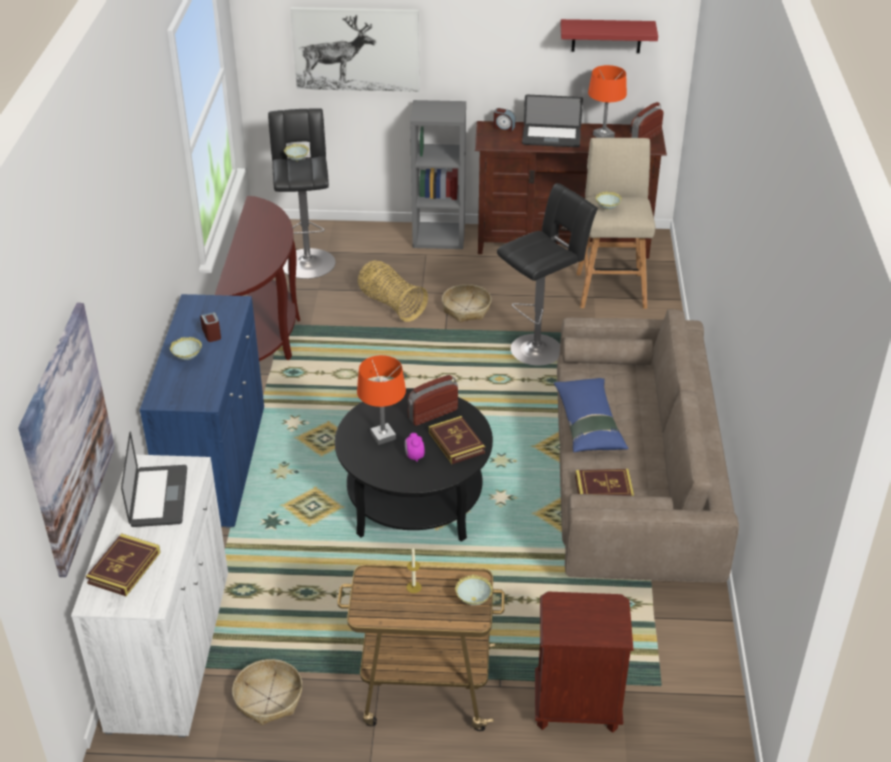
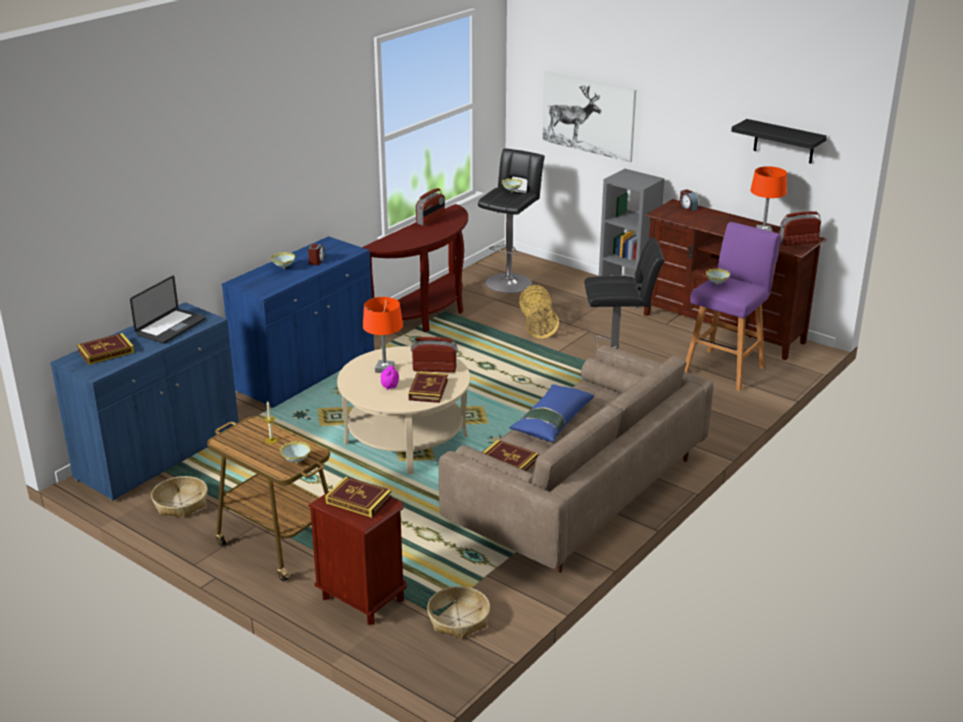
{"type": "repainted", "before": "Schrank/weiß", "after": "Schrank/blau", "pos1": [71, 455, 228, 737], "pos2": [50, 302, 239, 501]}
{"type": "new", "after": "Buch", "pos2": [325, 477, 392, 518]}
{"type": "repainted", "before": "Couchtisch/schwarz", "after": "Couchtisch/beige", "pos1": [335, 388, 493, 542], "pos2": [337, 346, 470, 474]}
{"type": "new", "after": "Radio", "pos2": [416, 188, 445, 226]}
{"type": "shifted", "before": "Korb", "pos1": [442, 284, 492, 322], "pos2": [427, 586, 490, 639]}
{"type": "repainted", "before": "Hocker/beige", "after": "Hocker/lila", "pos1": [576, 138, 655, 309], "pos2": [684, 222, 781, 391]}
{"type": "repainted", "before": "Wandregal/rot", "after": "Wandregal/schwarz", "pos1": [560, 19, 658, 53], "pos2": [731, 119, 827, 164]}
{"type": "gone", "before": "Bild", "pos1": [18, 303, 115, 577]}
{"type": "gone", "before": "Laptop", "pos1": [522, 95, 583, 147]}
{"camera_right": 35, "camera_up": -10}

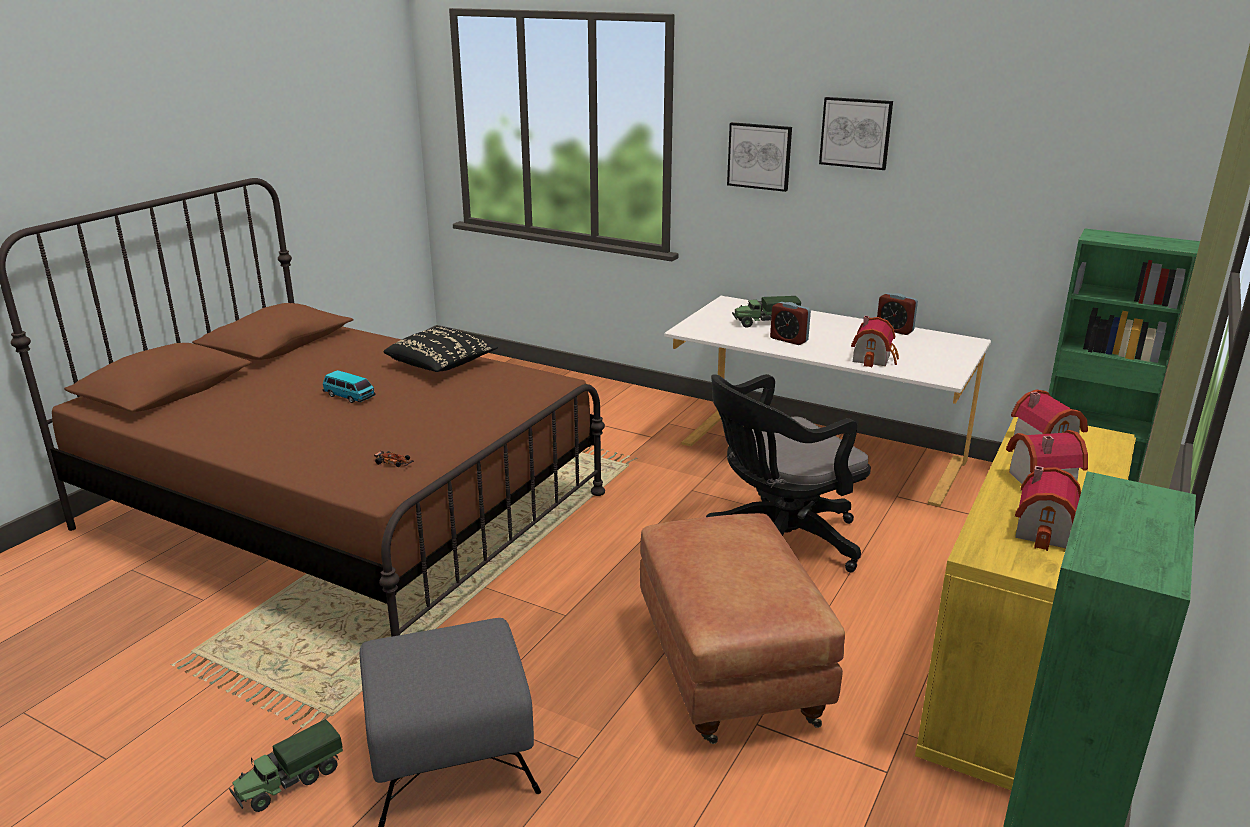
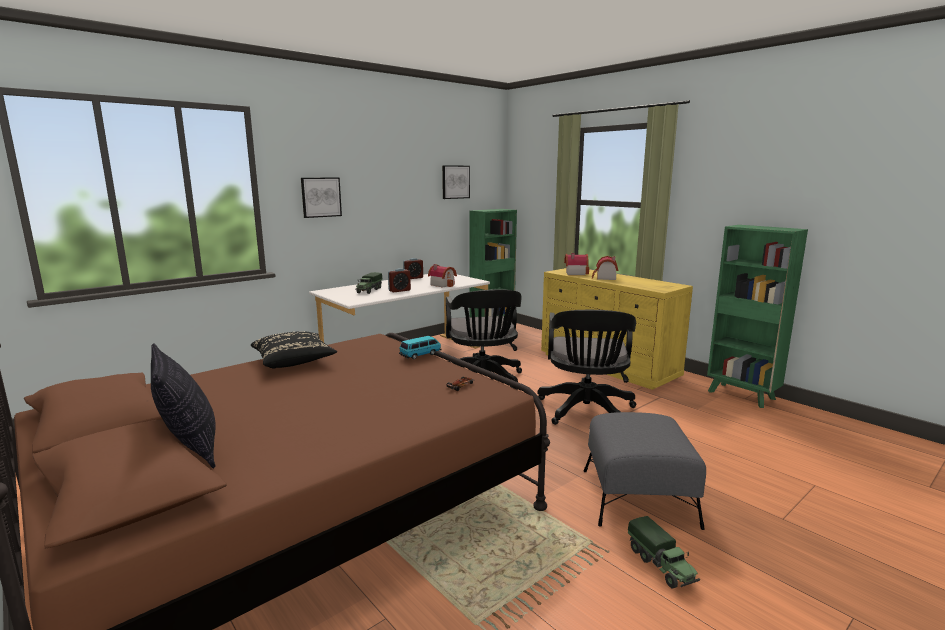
{"type": "new", "after": "Kissen", "pos2": [151, 343, 216, 468]}
{"type": "shifted", "before": "Spielzeugauto", "pos1": [323, 370, 376, 403], "pos2": [399, 336, 442, 359]}
{"type": "shifted", "before": "Bild", "pos1": [819, 97, 893, 170], "pos2": [442, 165, 470, 199]}
{"type": "swapped", "before": "Polsterhocker/braun", "after": "Bürostuhl/schwarz", "pos1": [640, 513, 845, 744], "pos2": [538, 310, 636, 425]}
{"type": "gone", "before": "Spielzeughaus", "pos1": [1015, 466, 1081, 551]}
{"camera_right": -70, "camera_up": -10}

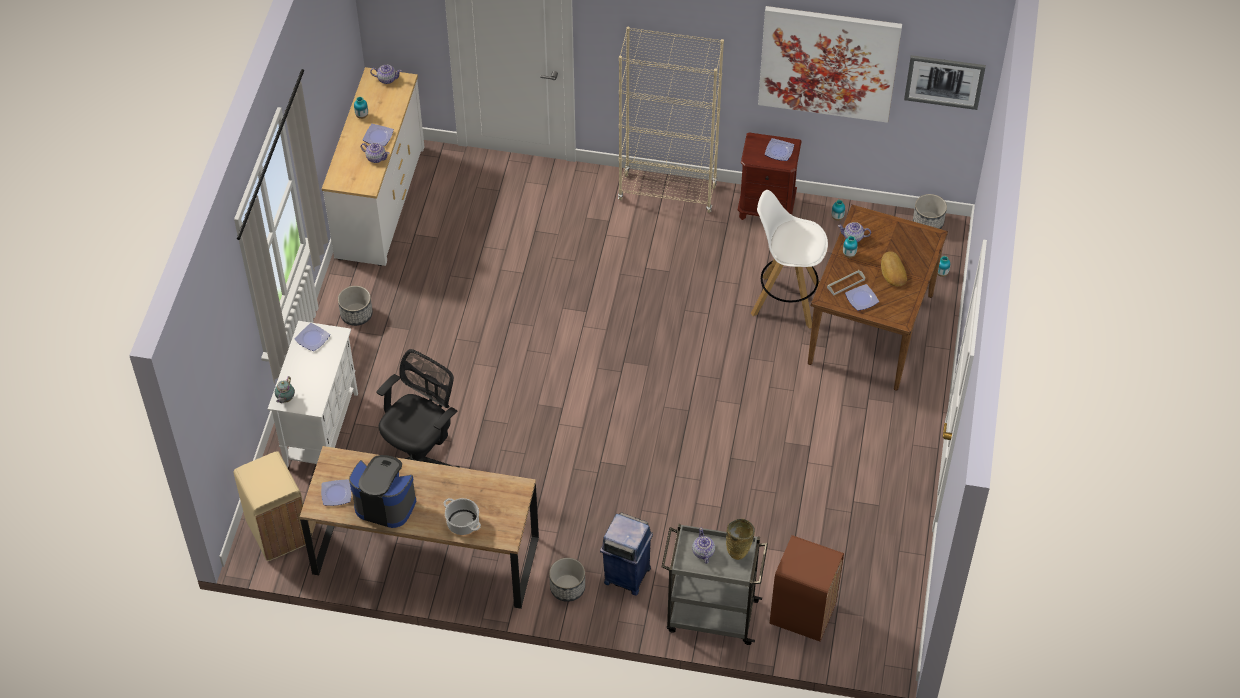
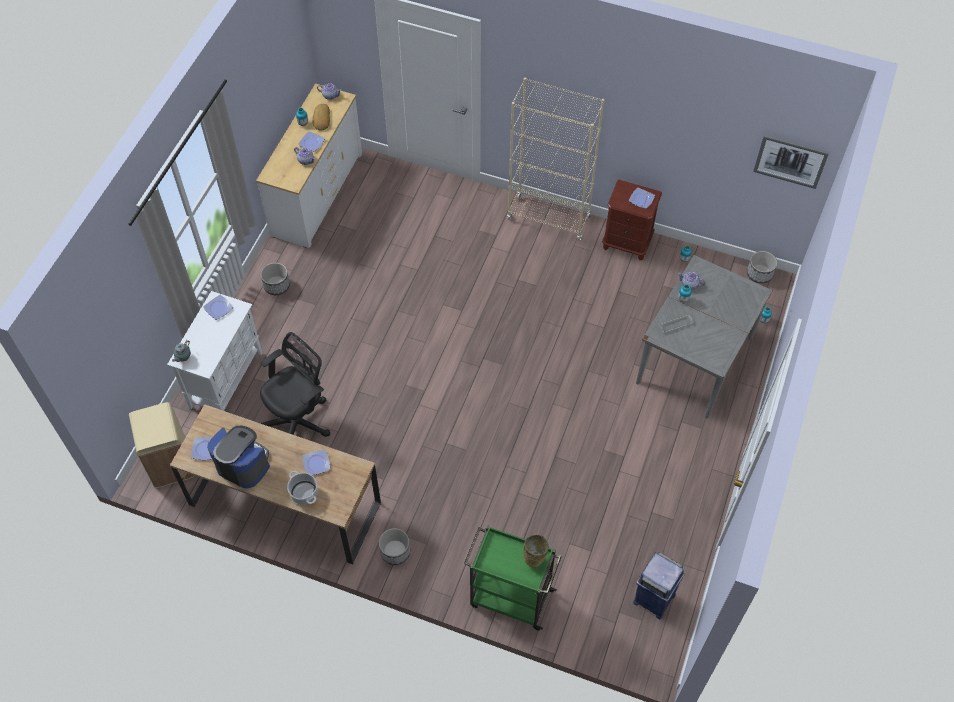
{"type": "shifted", "before": "Teller", "pos1": [845, 284, 879, 311], "pos2": [303, 450, 330, 475]}
{"type": "shifted", "before": "Brot", "pos1": [881, 252, 907, 286], "pos2": [312, 104, 330, 130]}
{"type": "repainted", "before": "Rollwagen/grau", "after": "Rollwagen/grün", "pos1": [661, 524, 768, 645], "pos2": [464, 525, 562, 631]}
{"type": "shifted", "before": "Mülleimer/blau", "pos1": [600, 513, 653, 596], "pos2": [633, 552, 685, 620]}
{"type": "repainted", "before": "Esstisch/braun", "after": "Esstisch/grau", "pos1": [808, 205, 948, 391], "pos2": [636, 255, 773, 418]}
{"type": "gone", "before": "Teekanne", "pos1": [692, 528, 715, 564]}
{"type": "gone", "before": "Hocker/weiß", "pos1": [751, 190, 828, 329]}
{"type": "gone", "before": "Bild", "pos1": [758, 6, 902, 123]}
{"type": "gone", "before": "Mülleimer/braun", "pos1": [770, 535, 844, 641]}
{"camera_right": 10, "camera_up": 5}

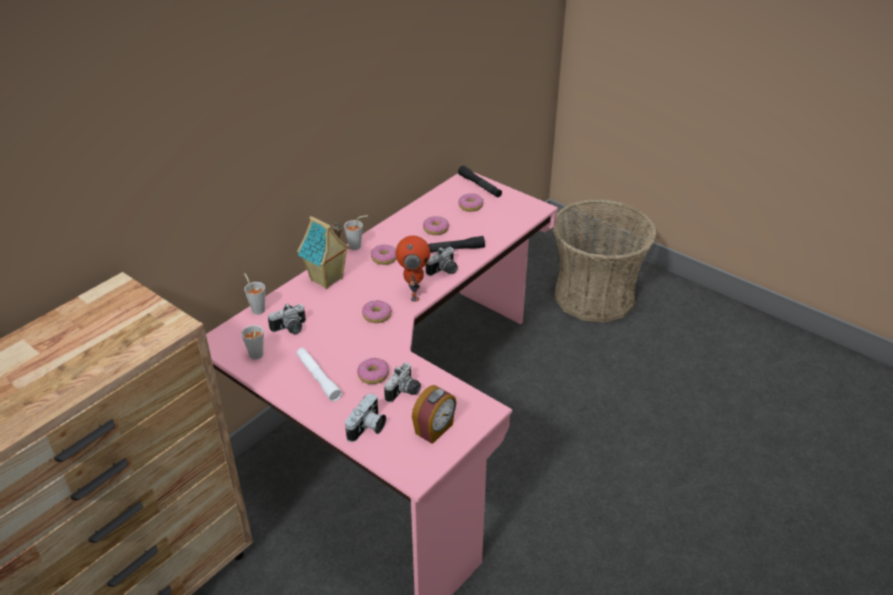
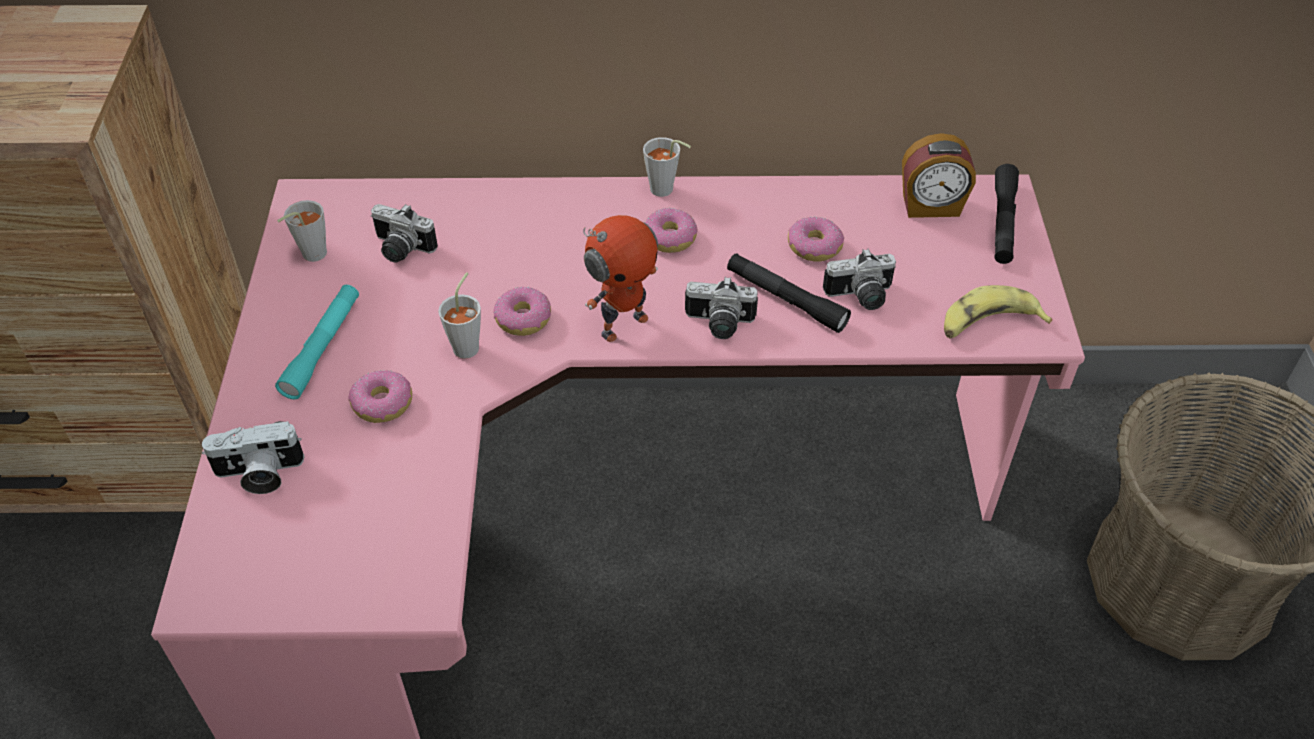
{"type": "repainted", "before": "Taschenlampe/weiß", "after": "Taschenlampe/türkis", "pos1": [296, 348, 342, 402], "pos2": [275, 285, 359, 400]}
{"type": "shifted", "before": "Tasse/grau", "pos1": [244, 273, 265, 315], "pos2": [438, 273, 481, 359]}
{"type": "shifted", "before": "Kamera", "pos1": [384, 363, 421, 402], "pos2": [823, 249, 896, 310]}
{"type": "shifted", "before": "Wecker", "pos1": [412, 385, 457, 444], "pos2": [902, 133, 976, 218]}
{"type": "new", "after": "Banane", "pos2": [944, 285, 1052, 339]}
{"type": "gone", "before": "Spielzeughaus", "pos1": [297, 216, 350, 289]}
{"type": "gone", "before": "Donut", "pos1": [458, 193, 483, 212]}
{"camera_right": 50, "camera_up": 10}

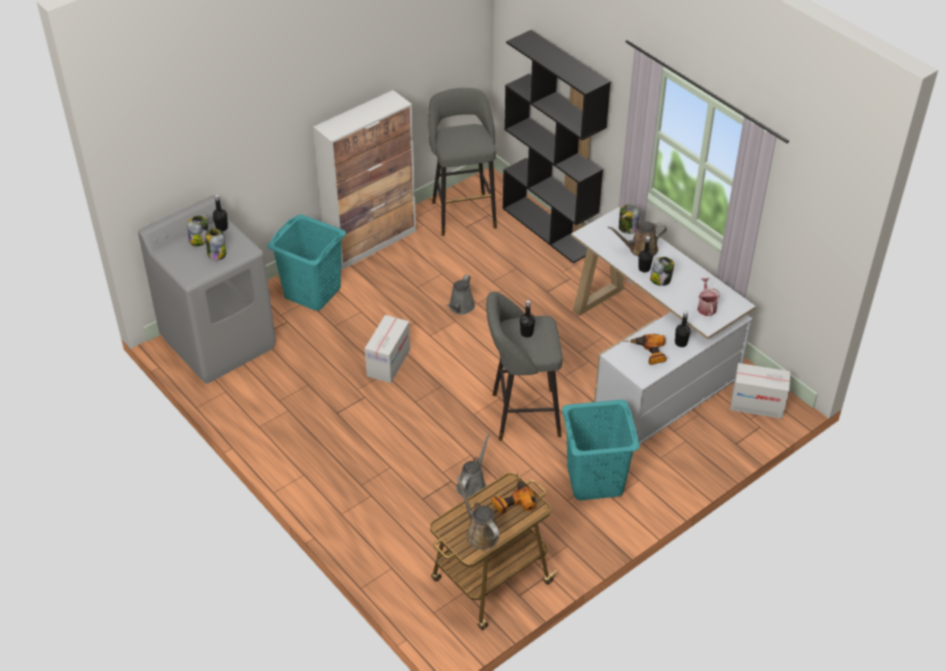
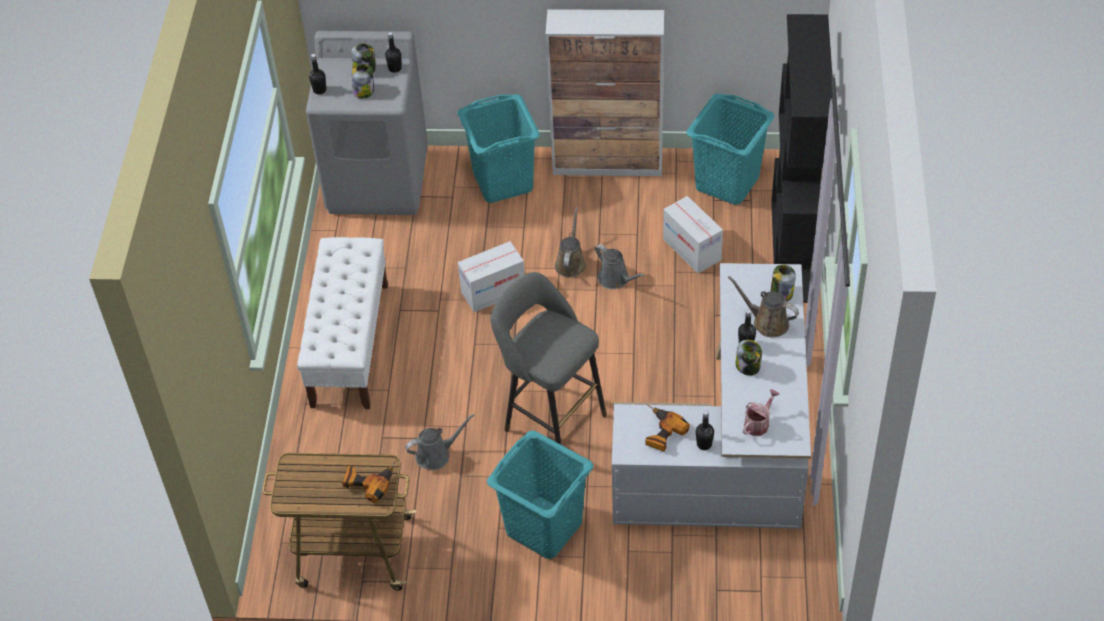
{"type": "new", "after": "Bank/weiß", "pos2": [297, 237, 388, 409]}
{"type": "shifted", "before": "Flasche/schwarz", "pos1": [520, 300, 535, 337], "pos2": [309, 54, 327, 95]}
{"type": "shifted", "before": "Gießkanne/braun", "pos1": [456, 477, 499, 550], "pos2": [555, 207, 586, 278]}
{"type": "rotated", "before": "Gießkanne/grau", "pos1": [447, 275, 475, 315], "pos2": [595, 244, 645, 289], "turn": -105}
{"type": "shifted", "before": "Karton", "pos1": [730, 363, 791, 419], "pos2": [663, 196, 723, 273]}
{"type": "swapped", "before": "Hocker/grau", "after": "Wäschekorb/türkis", "pos1": [428, 88, 497, 236], "pos2": [686, 94, 774, 205]}
{"camera_right": 45, "camera_up": 5}

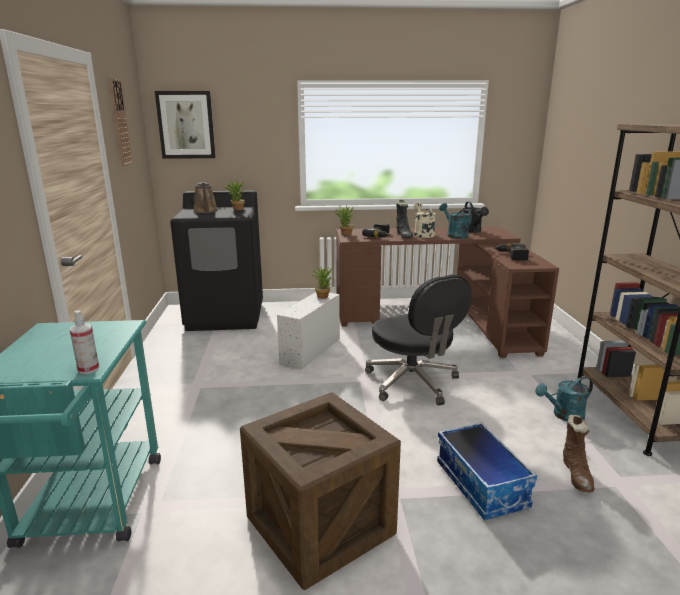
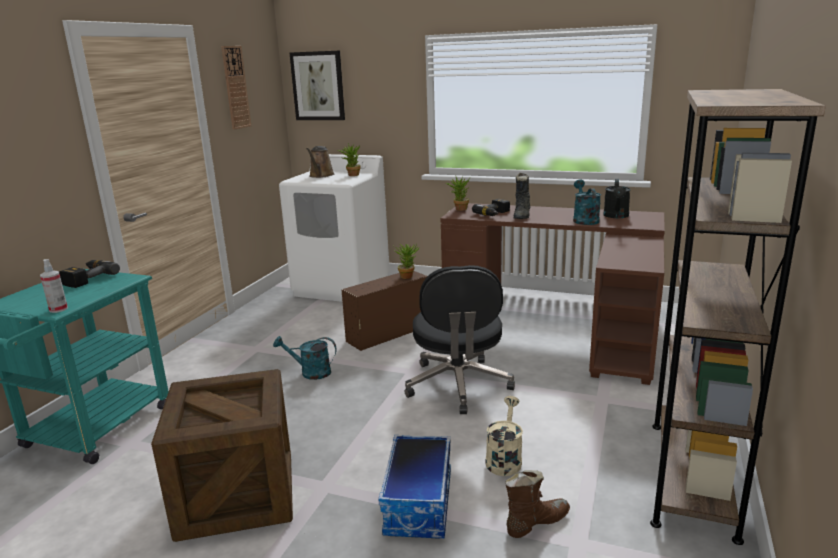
{"type": "shifted", "before": "Bohrmaschine", "pos1": [493, 244, 529, 261], "pos2": [59, 260, 120, 288]}
{"type": "shifted", "before": "Gießkanne/türkis", "pos1": [535, 376, 593, 422], "pos2": [273, 336, 336, 380]}
{"type": "repainted", "before": "Waschmaschine/schwarz", "after": "Waschmaschine/weiß", "pos1": [170, 190, 263, 331], "pos2": [279, 154, 390, 302]}
{"type": "repainted", "before": "Aufbewahrungsbox/weiß", "after": "Aufbewahrungsbox/braun", "pos1": [277, 292, 340, 369], "pos2": [342, 271, 428, 351]}
{"type": "shifted", "before": "Gießkanne/beige", "pos1": [414, 202, 436, 238], "pos2": [485, 396, 523, 476]}
{"type": "rotated", "before": "Stiefel/braun", "pos1": [563, 415, 595, 492], "pos2": [505, 470, 570, 538], "turn": -150}
{"camera_right": 25, "camera_up": 0}

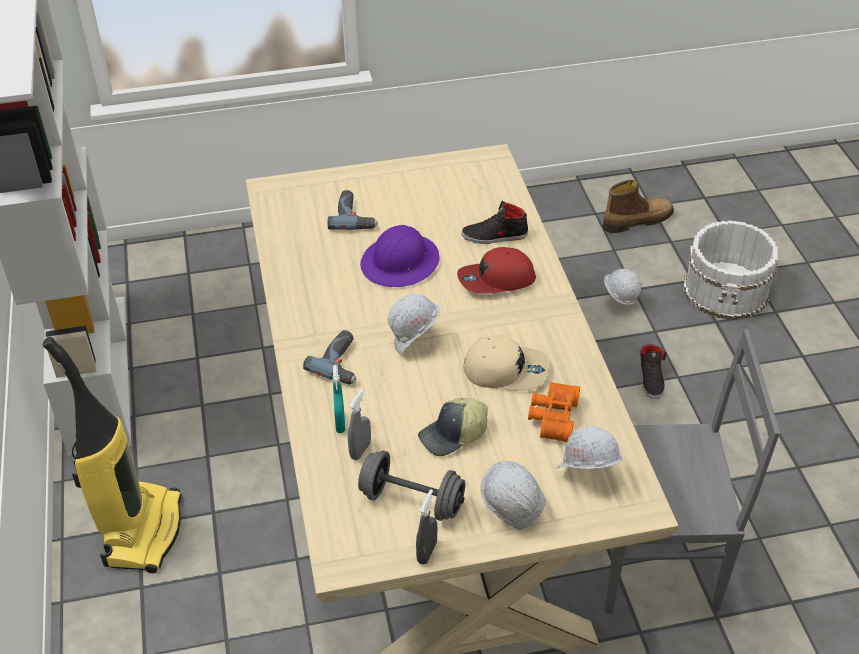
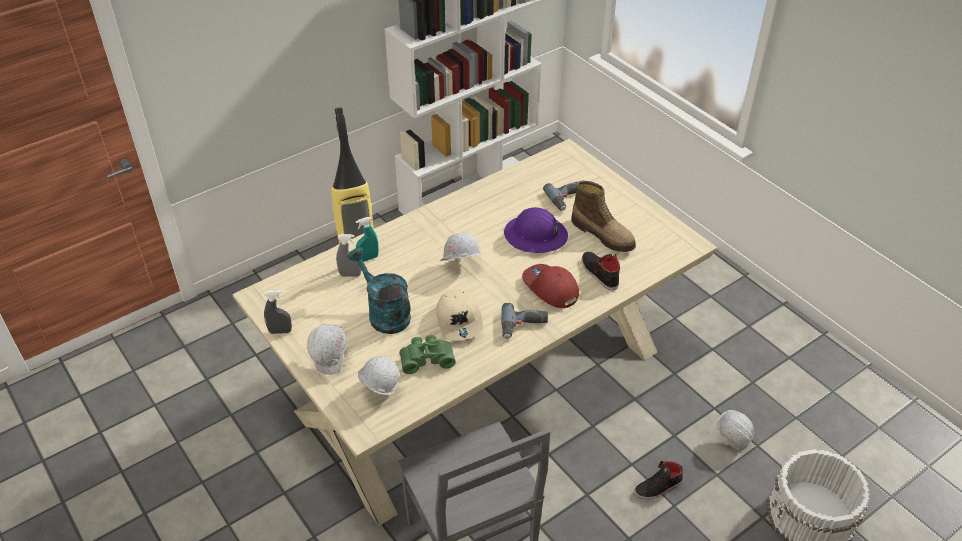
{"type": "swapped", "before": "Kappe", "after": "Gießkanne/türkis", "pos1": [418, 398, 488, 456], "pos2": [348, 247, 411, 334]}
{"type": "repainted", "before": "Fernglas/orange", "after": "Fernglas/grün", "pos1": [528, 382, 580, 442], "pos2": [399, 335, 456, 374]}
{"type": "shifted", "before": "Bohrmaschine", "pos1": [303, 330, 357, 385], "pos2": [501, 303, 548, 339]}
{"type": "shifted", "before": "Stiefel", "pos1": [602, 180, 674, 233], "pos2": [571, 181, 636, 252]}
{"type": "gone", "before": "Hantel/grau", "pos1": [358, 450, 465, 521]}
{"camera_right": 65, "camera_up": 0}

